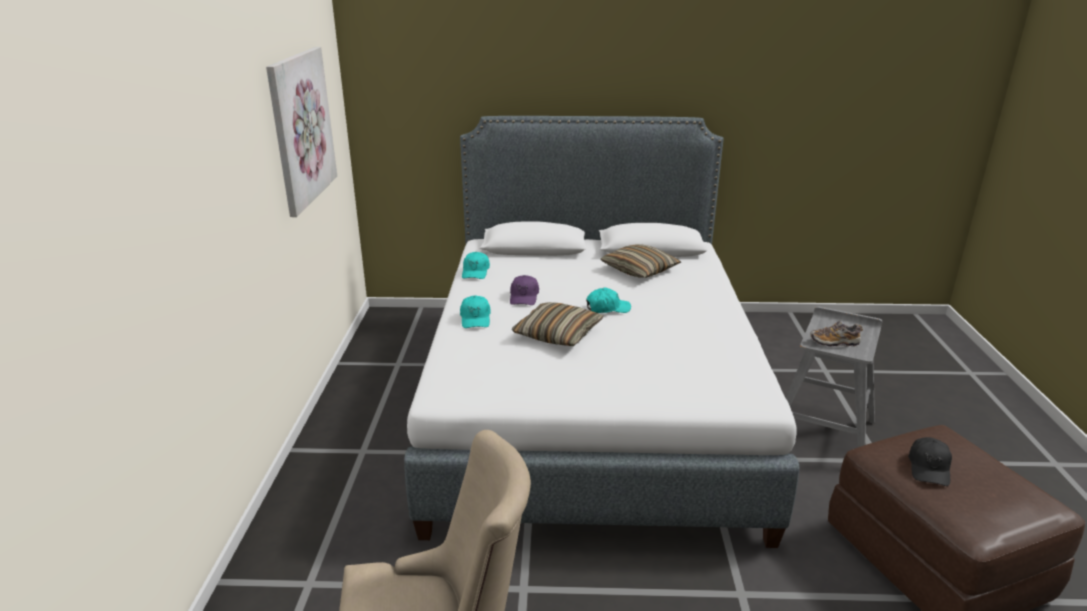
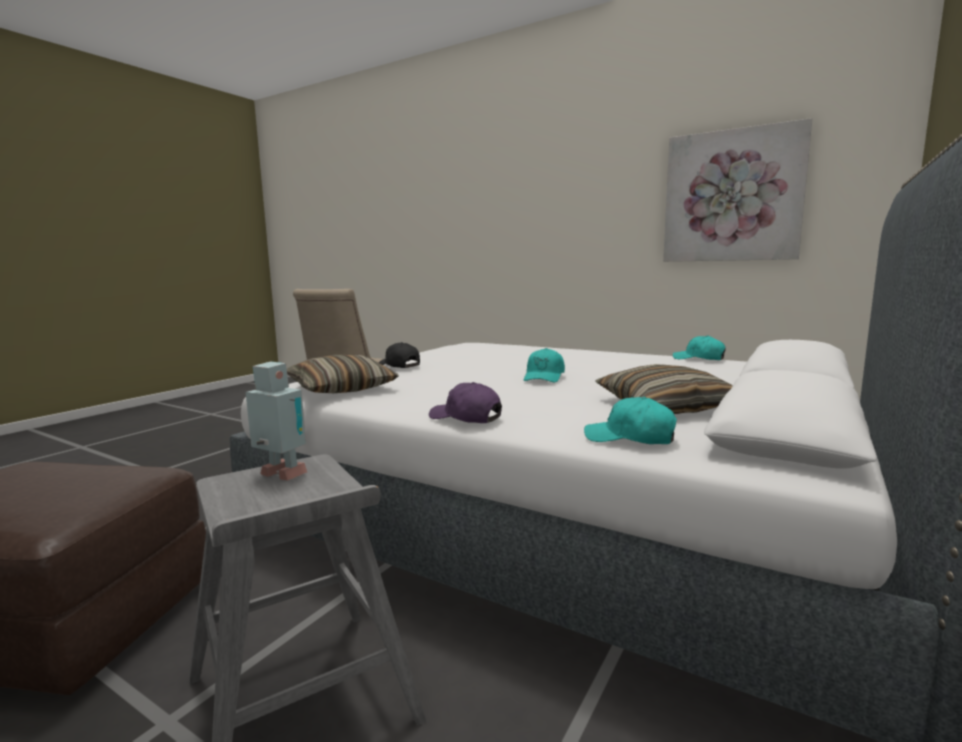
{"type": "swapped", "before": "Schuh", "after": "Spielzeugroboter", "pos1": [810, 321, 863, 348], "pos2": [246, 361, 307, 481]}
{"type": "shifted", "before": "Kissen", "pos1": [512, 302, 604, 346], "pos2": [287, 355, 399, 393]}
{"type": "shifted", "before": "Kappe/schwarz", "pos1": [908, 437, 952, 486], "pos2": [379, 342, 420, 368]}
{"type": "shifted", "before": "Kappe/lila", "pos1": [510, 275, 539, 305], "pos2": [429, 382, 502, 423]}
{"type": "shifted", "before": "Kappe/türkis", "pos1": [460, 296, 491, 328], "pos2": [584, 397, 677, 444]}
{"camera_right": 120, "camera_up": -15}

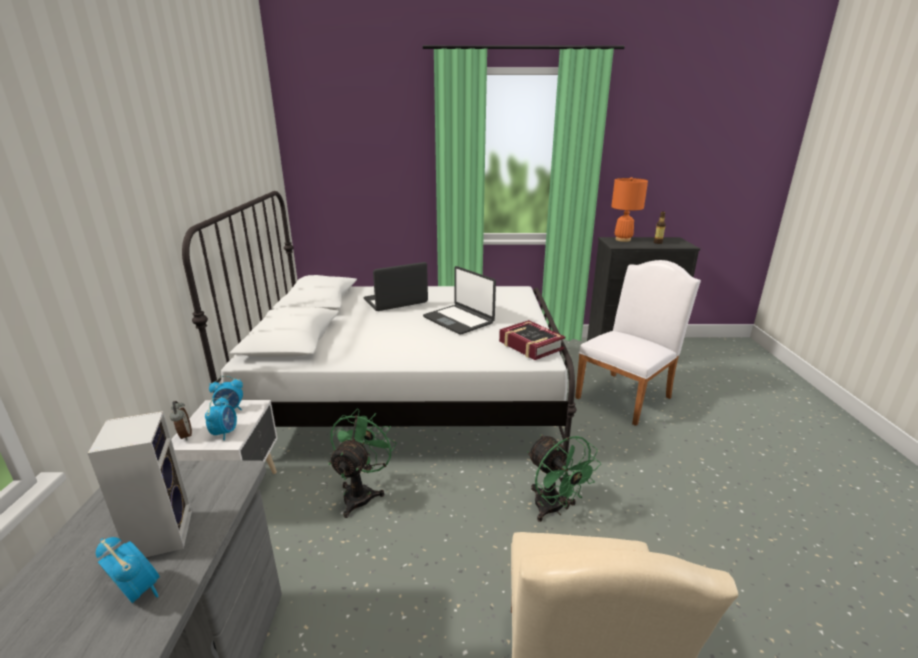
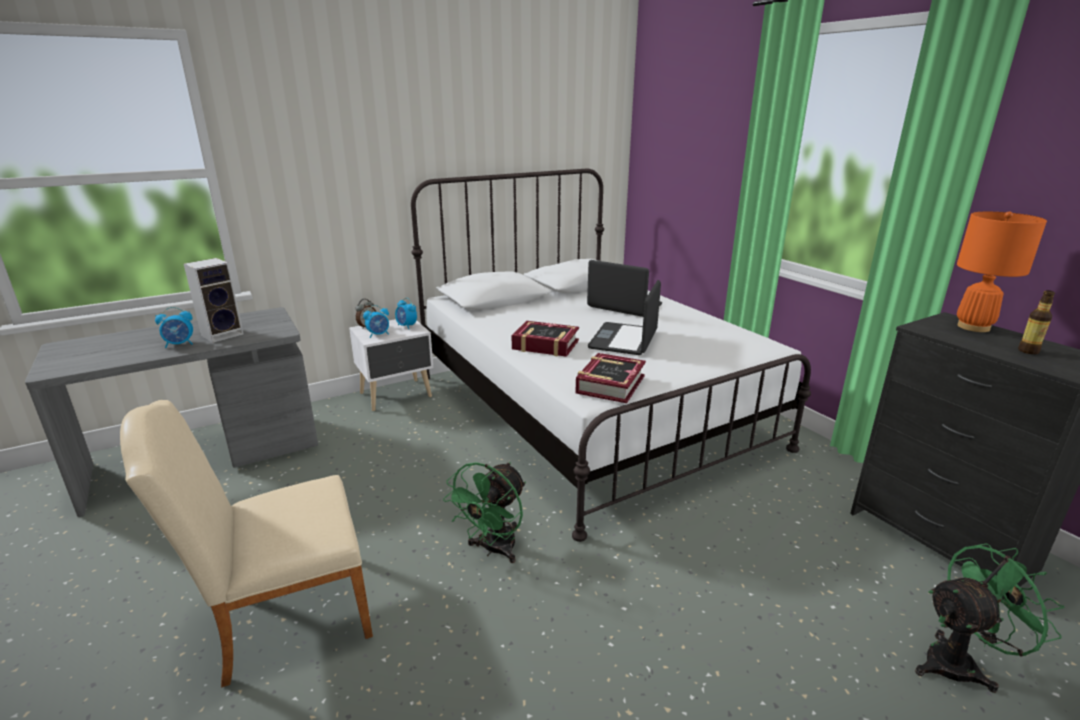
{"type": "rotated", "before": "Wecker", "pos1": [96, 537, 160, 603], "pos2": [155, 307, 193, 348], "turn": 60}
{"type": "new", "after": "Buch", "pos2": [512, 321, 579, 357]}
{"type": "shifted", "before": "Ventilator/grün", "pos1": [329, 409, 397, 518], "pos2": [915, 543, 1065, 693]}
{"type": "gone", "before": "Stuhl/weiß", "pos1": [575, 260, 701, 426]}
{"camera_right": 60, "camera_up": 0}

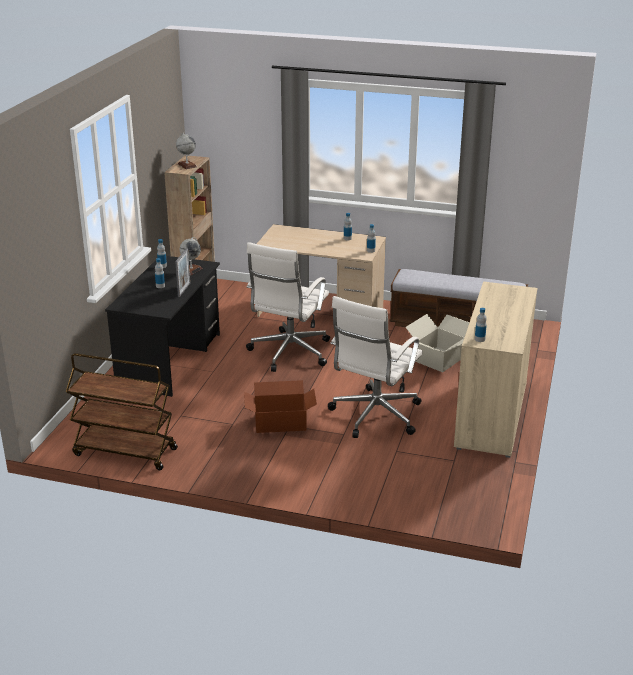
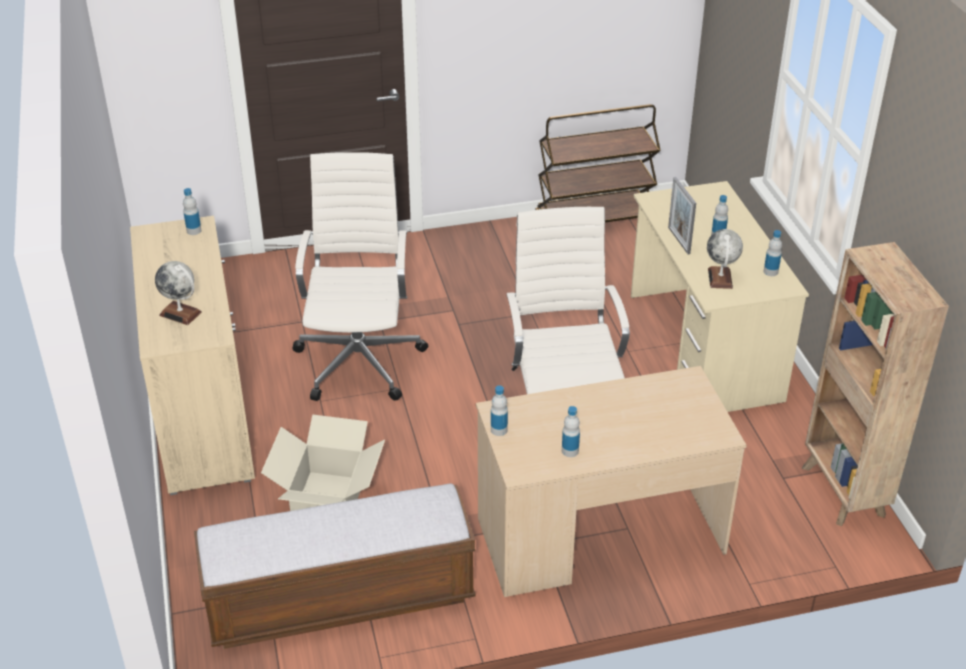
{"type": "shifted", "before": "Globus", "pos1": [176, 133, 197, 169], "pos2": [155, 261, 202, 325]}
{"type": "repainted", "before": "Schreibtisch/schwarz", "after": "Schreibtisch/beige", "pos1": [105, 256, 220, 397], "pos2": [631, 181, 809, 412]}
{"type": "gone", "before": "Karton", "pos1": [244, 380, 317, 433]}
{"camera_right": 150, "camera_up": 10}

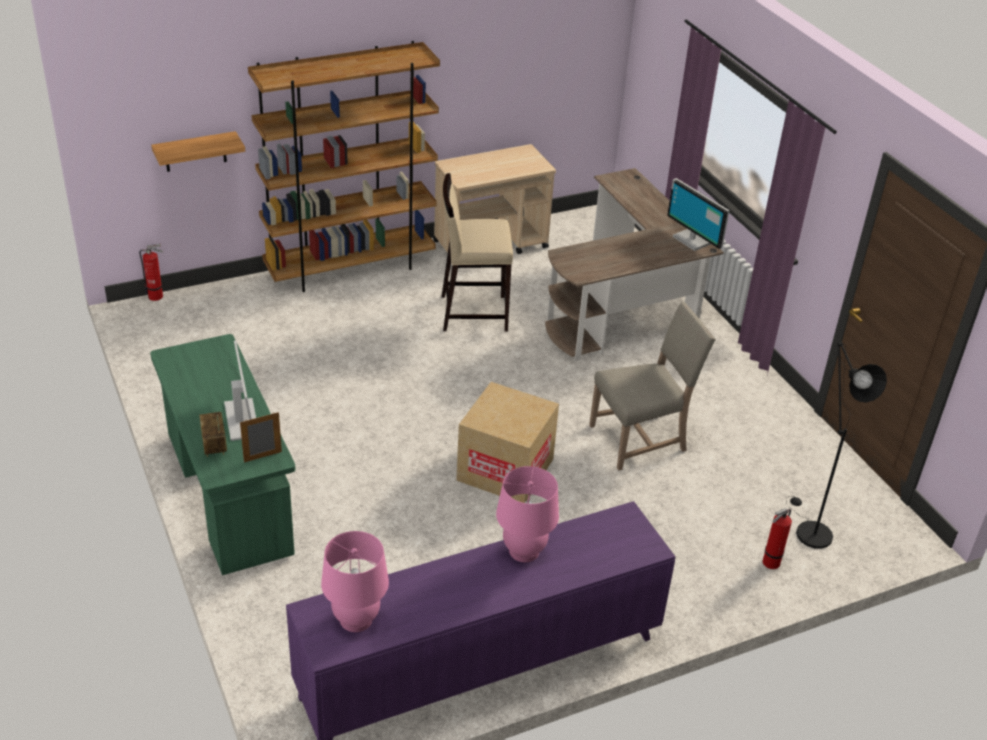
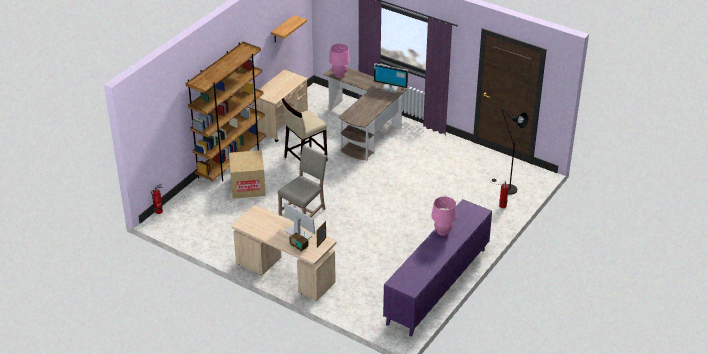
{"type": "shifted", "before": "Karton", "pos1": [456, 382, 559, 503], "pos2": [229, 150, 266, 199]}
{"type": "repainted", "before": "Schreibtisch/grün", "after": "Schreibtisch/beige", "pos1": [150, 334, 296, 575], "pos2": [232, 205, 336, 301]}
{"type": "shifted", "before": "Wandregal", "pos1": [151, 131, 245, 172], "pos2": [271, 15, 307, 42]}
{"type": "shifted", "before": "Stuhl/beige", "pos1": [589, 302, 716, 471], "pos2": [277, 145, 327, 218]}
{"type": "shifted", "before": "Tischlampe/rosa", "pos1": [321, 531, 389, 632], "pos2": [329, 44, 350, 78]}
{"camera_right": -30, "camera_up": 0}

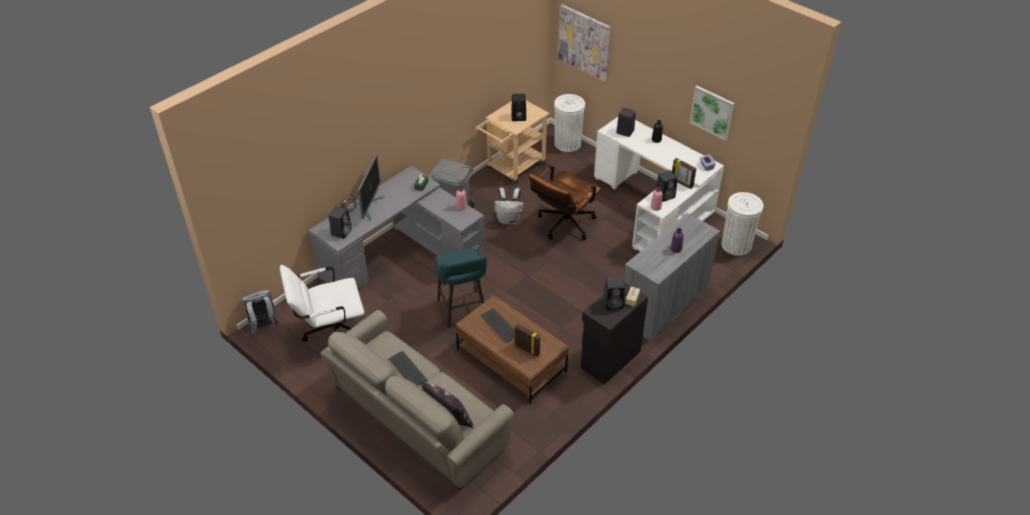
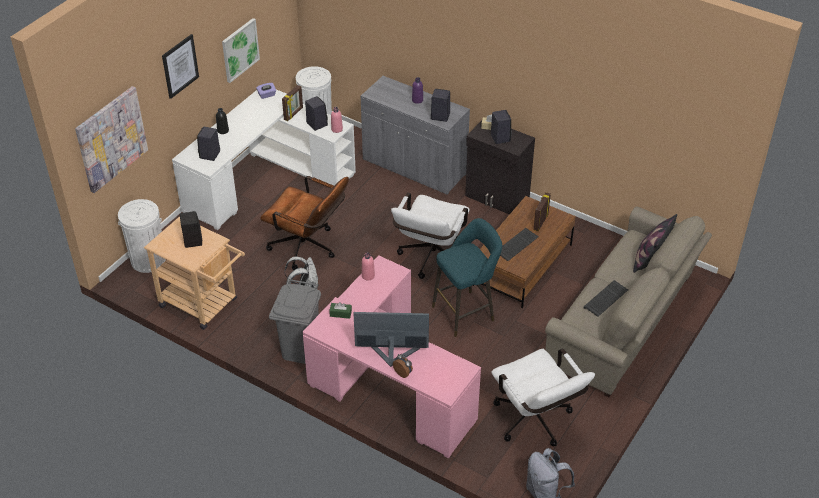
{"type": "new", "after": "Bild", "pos2": [162, 34, 199, 99]}
{"type": "repainted", "before": "Schreibtisch/grau", "after": "Schreibtisch/rosa", "pos1": [309, 166, 485, 289], "pos2": [303, 255, 481, 459]}
{"type": "new", "after": "Bürostuhl/weiß", "pos2": [391, 193, 470, 279]}
{"type": "shifted", "before": "Lautsprecher/schwarz", "pos1": [328, 206, 352, 239], "pos2": [431, 89, 450, 122]}
{"camera_right": -100, "camera_up": 0}

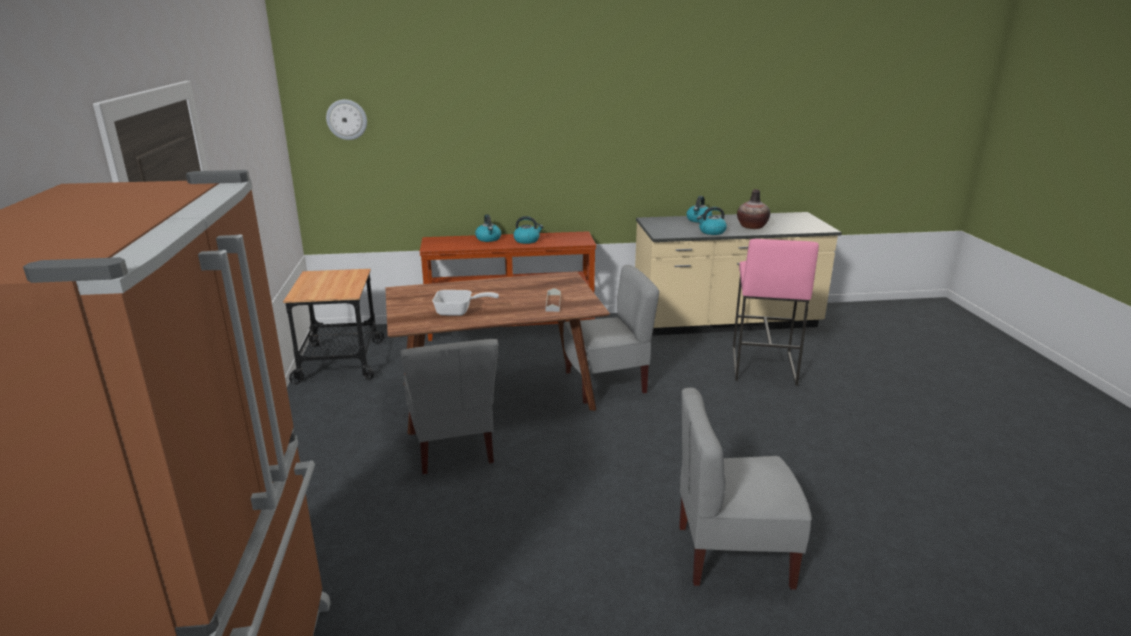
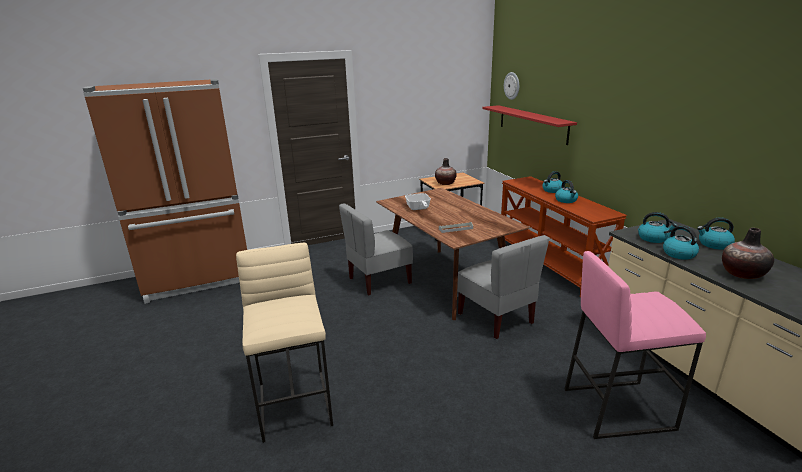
{"type": "swapped", "before": "Stuhl/grau", "after": "Hocker/beige", "pos1": [679, 387, 812, 590], "pos2": [236, 243, 333, 443]}
{"type": "new", "after": "Vase", "pos2": [435, 158, 457, 185]}
{"type": "new", "after": "Wandregal/rot", "pos2": [482, 105, 577, 145]}
{"type": "new", "after": "Wasserkessel", "pos2": [638, 212, 677, 243]}
{"camera_right": 75, "camera_up": 0}

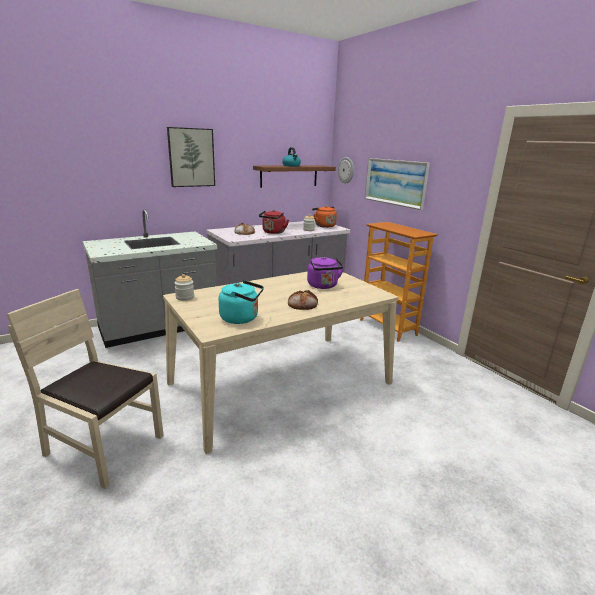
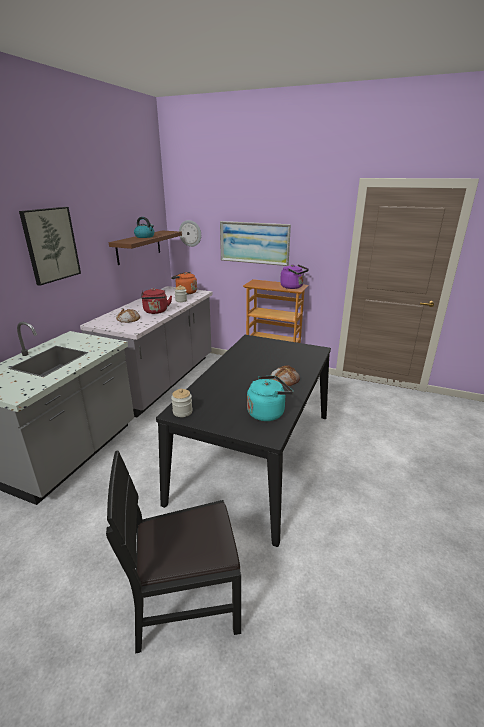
{"type": "repainted", "before": "Stuhl/beige", "after": "Stuhl/schwarz", "pos1": [7, 289, 164, 489], "pos2": [106, 451, 241, 654]}
{"type": "repainted", "before": "Esstisch/beige", "after": "Esstisch/schwarz", "pos1": [163, 271, 399, 454], "pos2": [156, 335, 331, 547]}
{"type": "shifted", "before": "Wasserkessel/lila", "pos1": [307, 256, 344, 289], "pos2": [280, 264, 309, 289]}
{"camera_right": -35, "camera_up": 5}

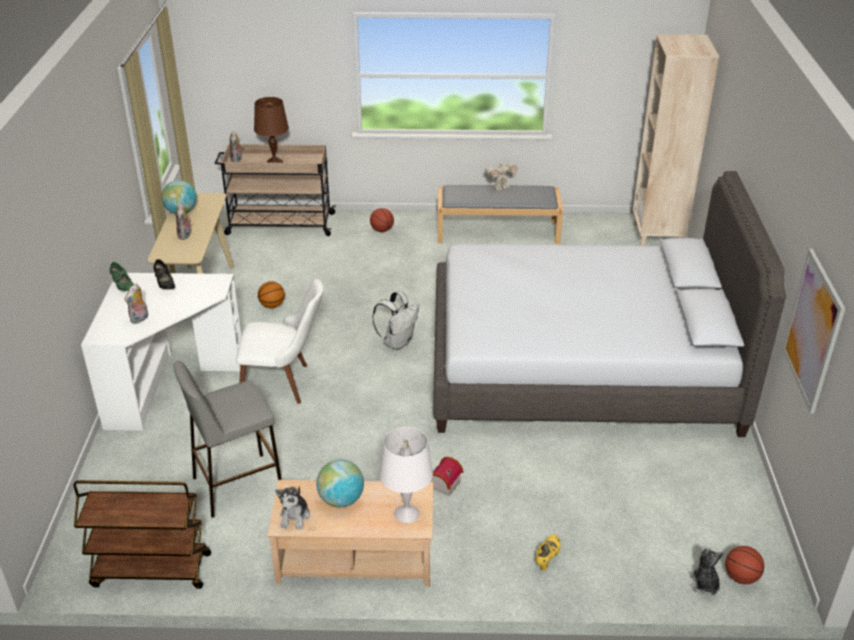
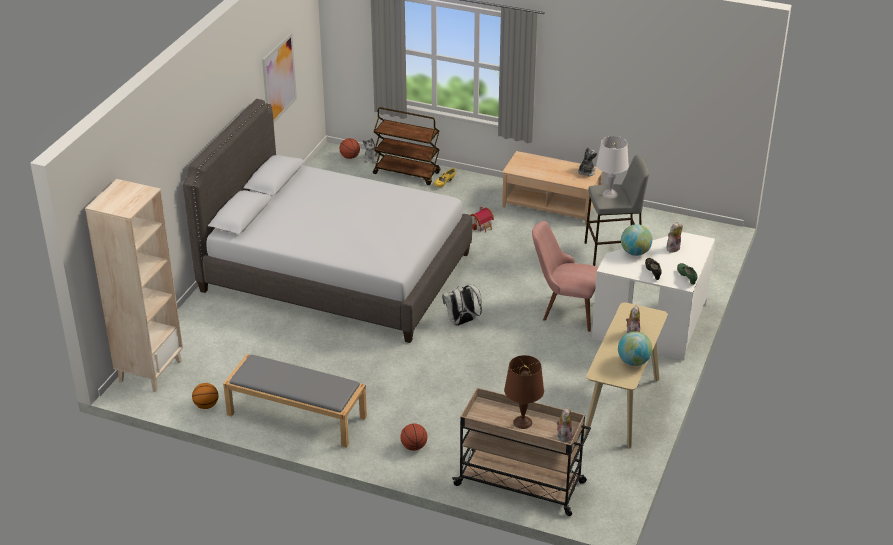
{"type": "shifted", "before": "Basketball", "pos1": [258, 281, 285, 308], "pos2": [192, 383, 219, 409]}
{"type": "shifted", "before": "Rollwagen/braun", "pos1": [74, 480, 211, 589], "pos2": [373, 107, 441, 185]}
{"type": "repainted", "before": "Stuhl/weiß", "after": "Stuhl/rosa", "pos1": [236, 279, 323, 404], "pos2": [532, 221, 599, 332]}
{"type": "shifted", "before": "Tischlampe/weiß", "pos1": [379, 427, 433, 523], "pos2": [596, 136, 629, 199]}
{"type": "shifted", "before": "Globus", "pos1": [316, 459, 364, 508], "pos2": [621, 224, 652, 256]}
{"type": "gone", "before": "Spielzeugroboter", "pos1": [485, 161, 518, 190]}
{"camera_right": -160, "camera_up": 0}

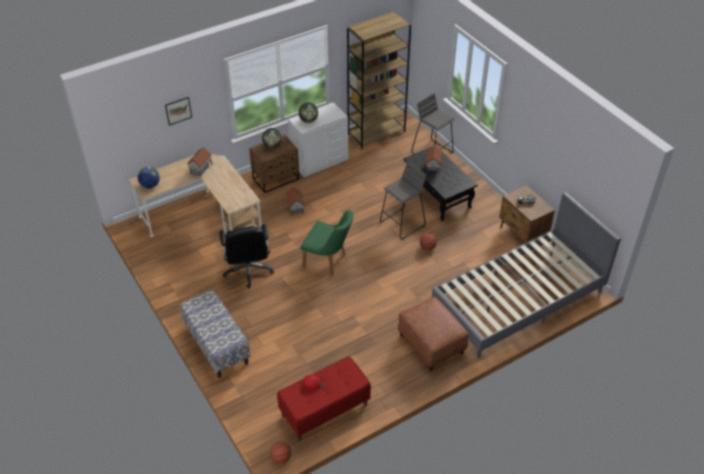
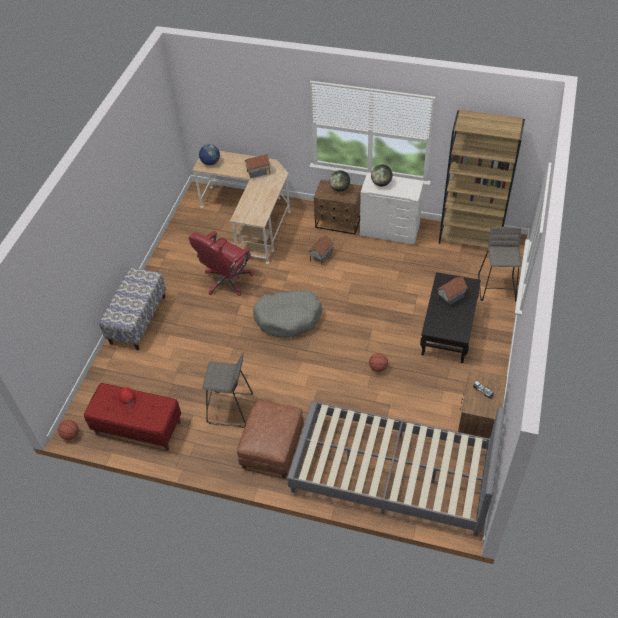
{"type": "repainted", "before": "Bürostuhl/schwarz", "after": "Bürostuhl/rot", "pos1": [219, 224, 274, 288], "pos2": [189, 231, 254, 296]}
{"type": "shifted", "before": "Hocker/grau", "pos1": [380, 162, 426, 240], "pos2": [202, 352, 253, 428]}
{"type": "swapped", "before": "Stuhl/grün", "after": "Hundebett/grau", "pos1": [301, 210, 353, 276], "pos2": [253, 290, 322, 338]}
{"type": "gone", "before": "Bild", "pos1": [165, 97, 192, 126]}
{"camera_right": 50, "camera_up": 5}

